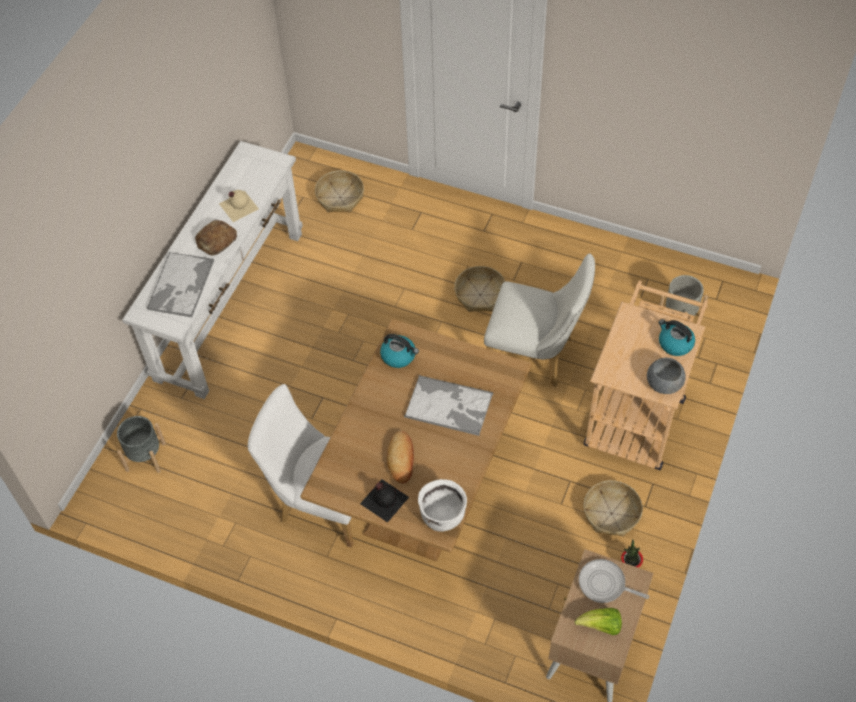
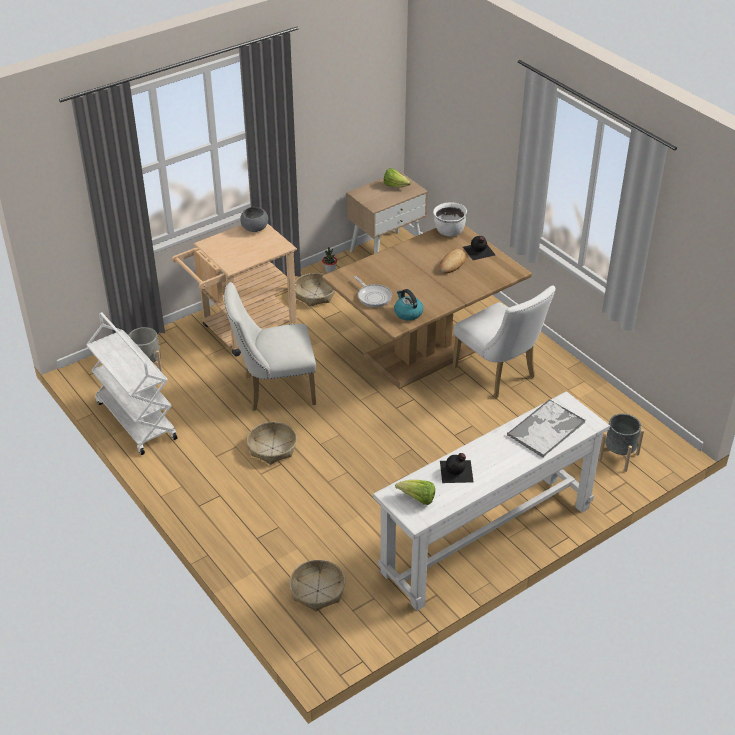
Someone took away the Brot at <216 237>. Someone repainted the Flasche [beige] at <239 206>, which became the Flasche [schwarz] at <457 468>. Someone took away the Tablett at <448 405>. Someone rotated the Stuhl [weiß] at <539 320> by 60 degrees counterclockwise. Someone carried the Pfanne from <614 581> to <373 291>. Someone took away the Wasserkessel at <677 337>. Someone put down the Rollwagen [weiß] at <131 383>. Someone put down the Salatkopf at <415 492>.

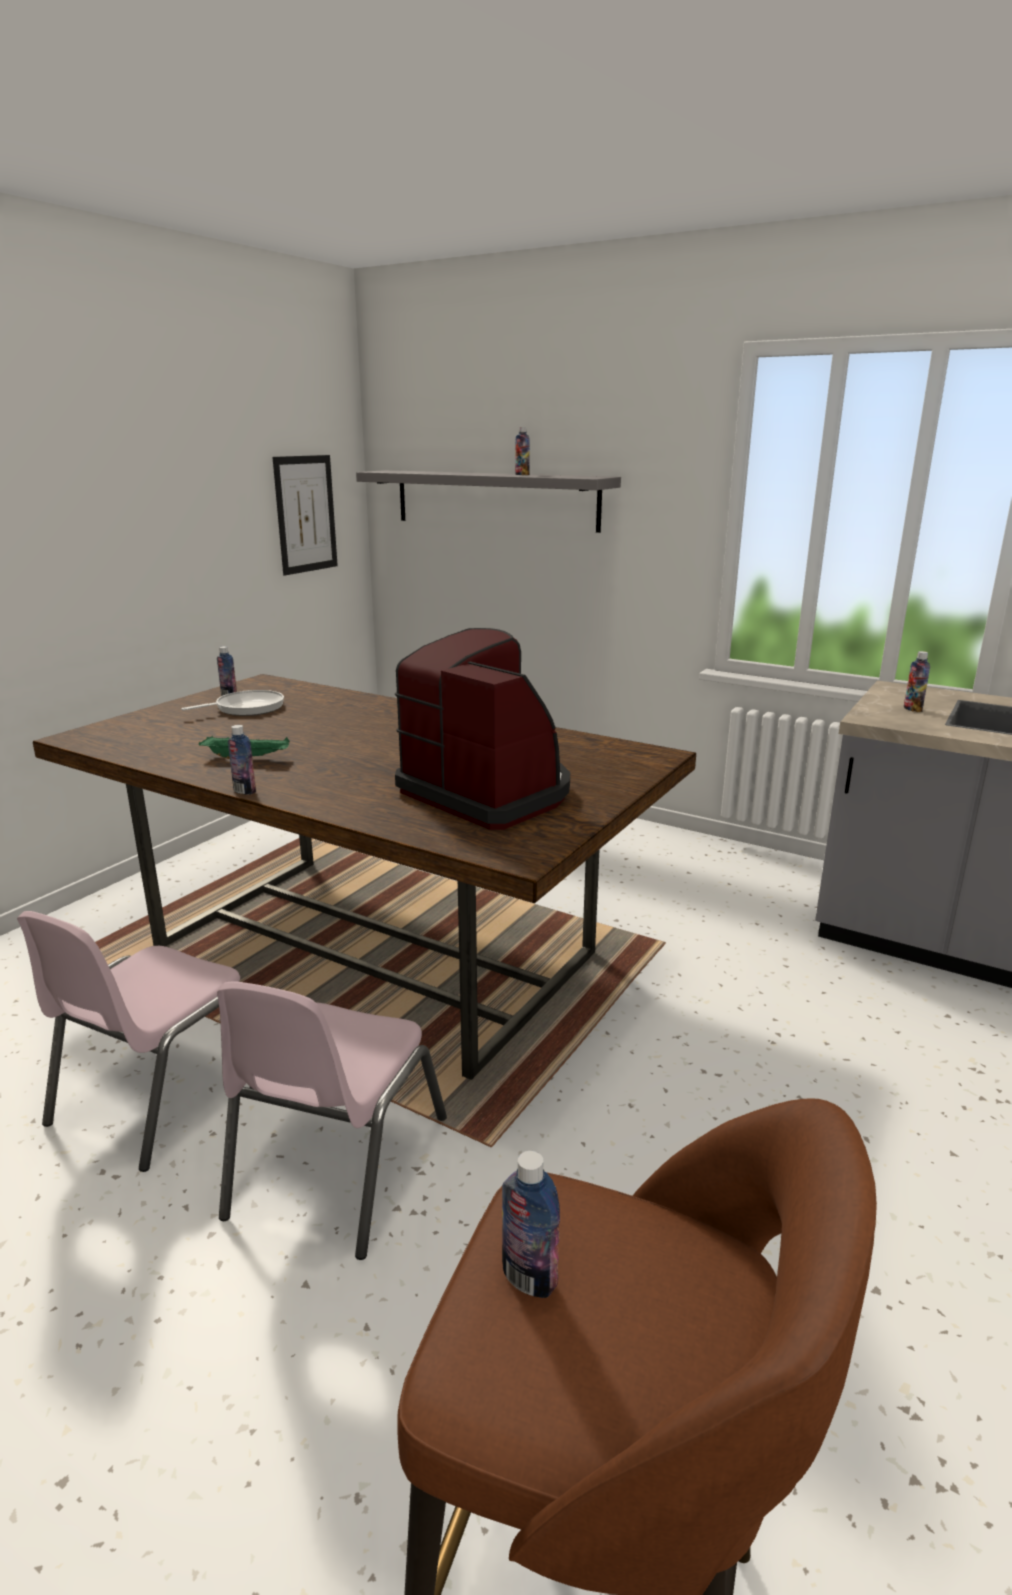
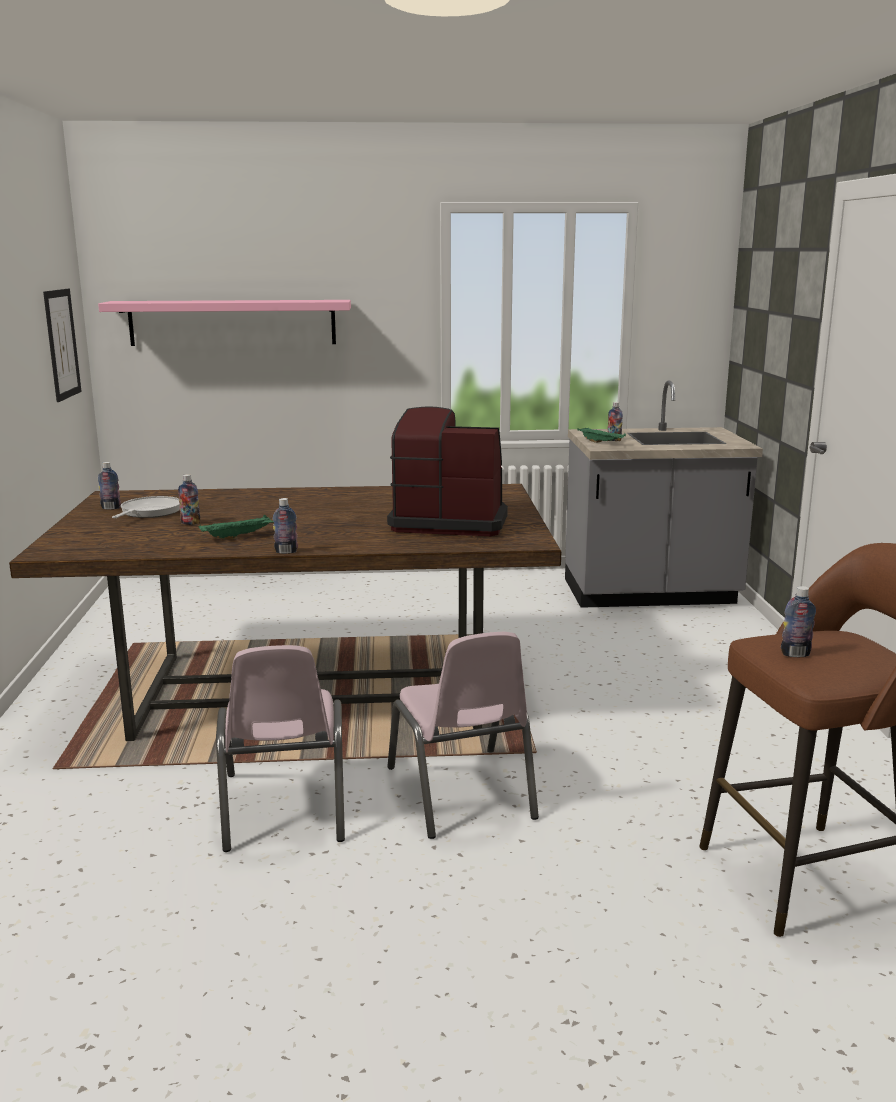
Someone repainted the Wandregal [grau] at <488 501>, which became the Wandregal [rosa] at <224 323>. Someone carried the Flasche from <522 451> to <189 499>. Someone put down the Tablett [grün] at <601 435>.

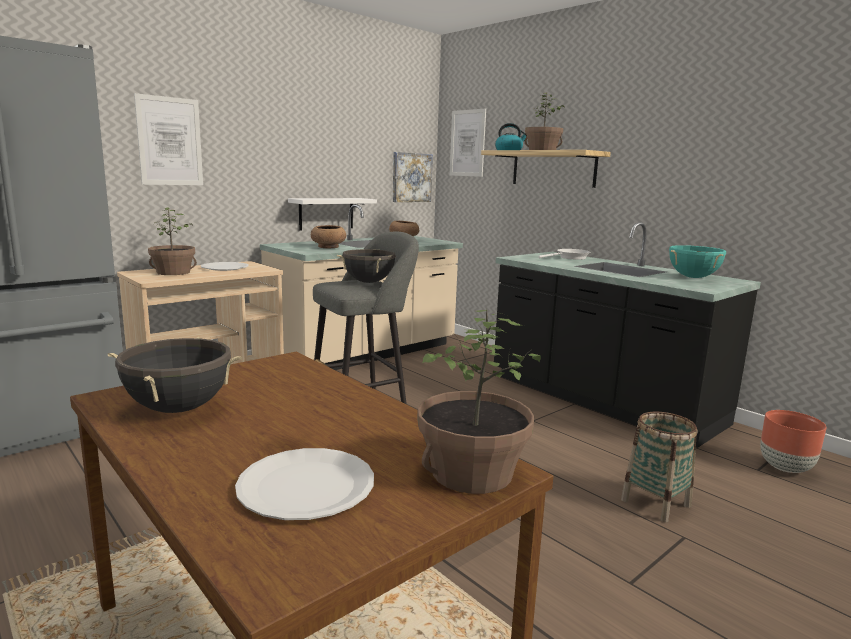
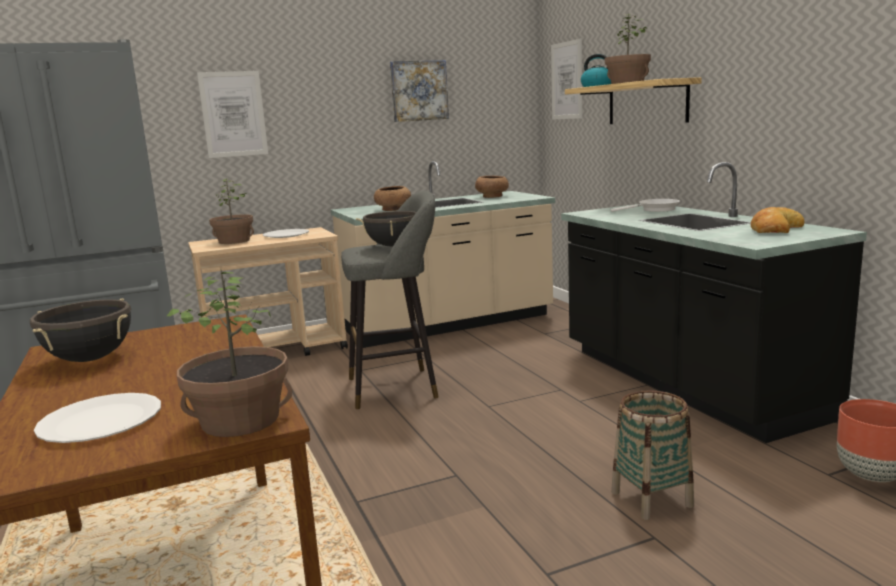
Someone took away the Wandregal [weiß] at <332 214>. Someone carried the Bild from <413 177> to <419 91>. Someone swapped the Kochtopf [türkis] at <697 261> for the Brot at <777 220>.

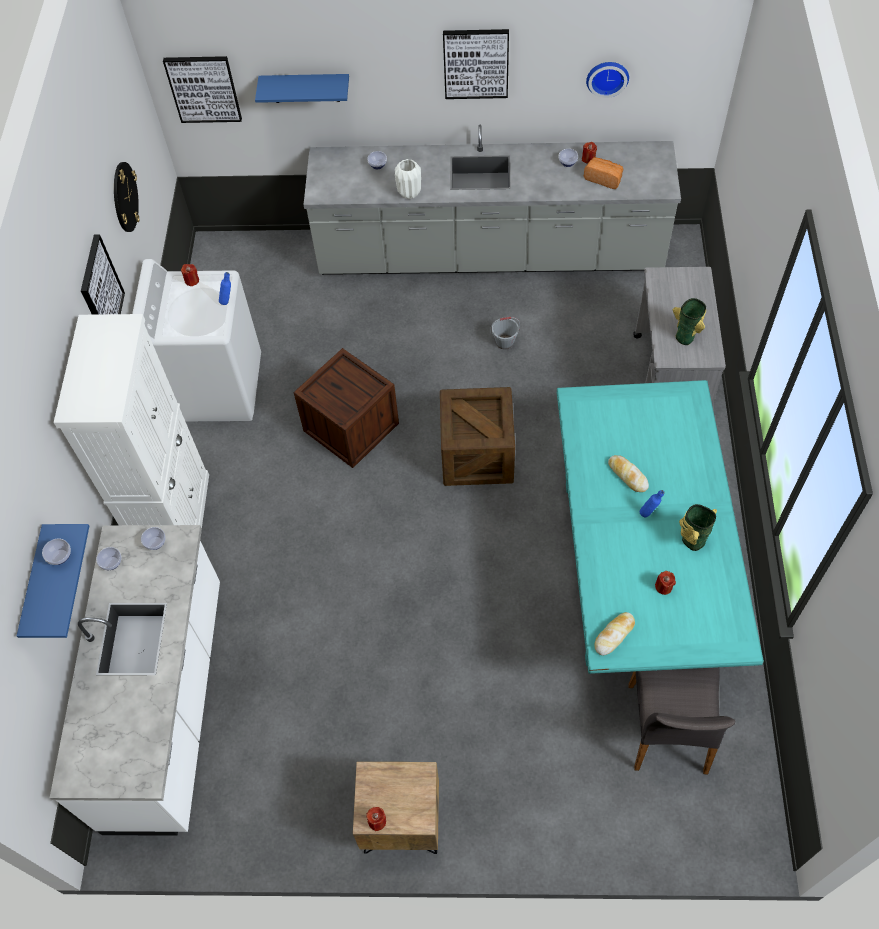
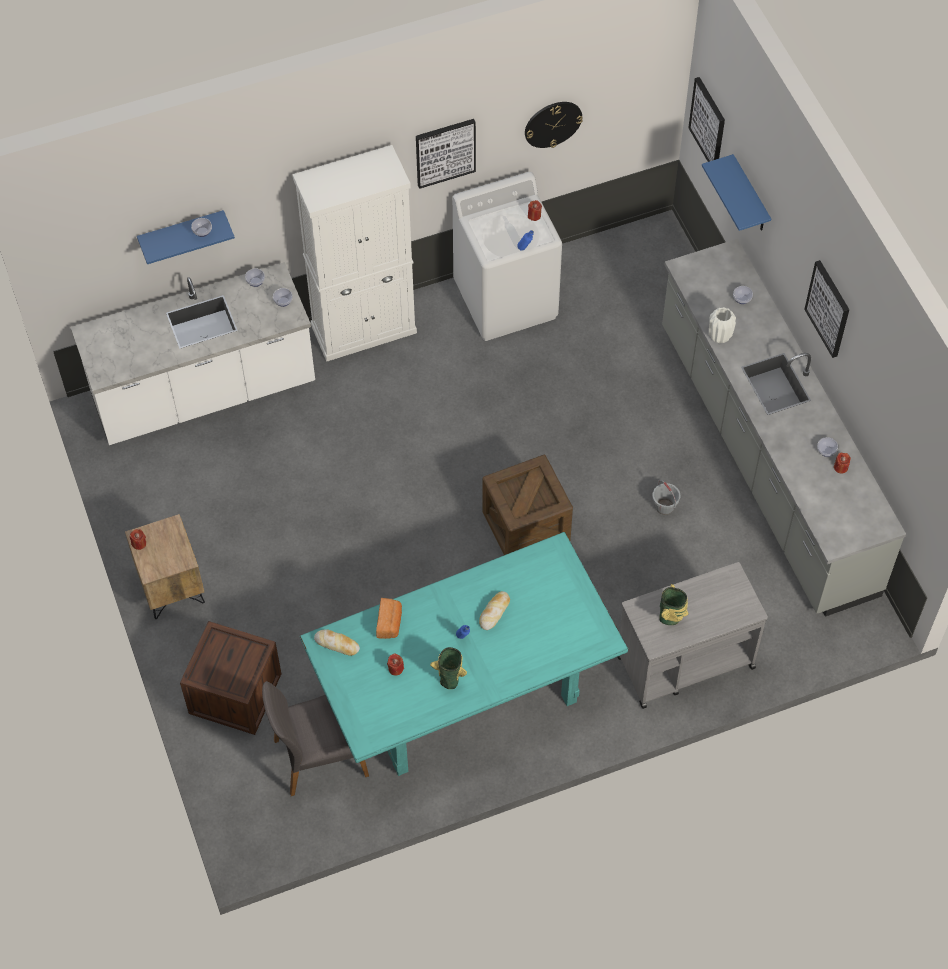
Someone carried the Kiste from <346 408> to <230 678>. Someone carried the Brot from <603 173> to <389 618>. Someone took away the Wanduhr at <607 80>.

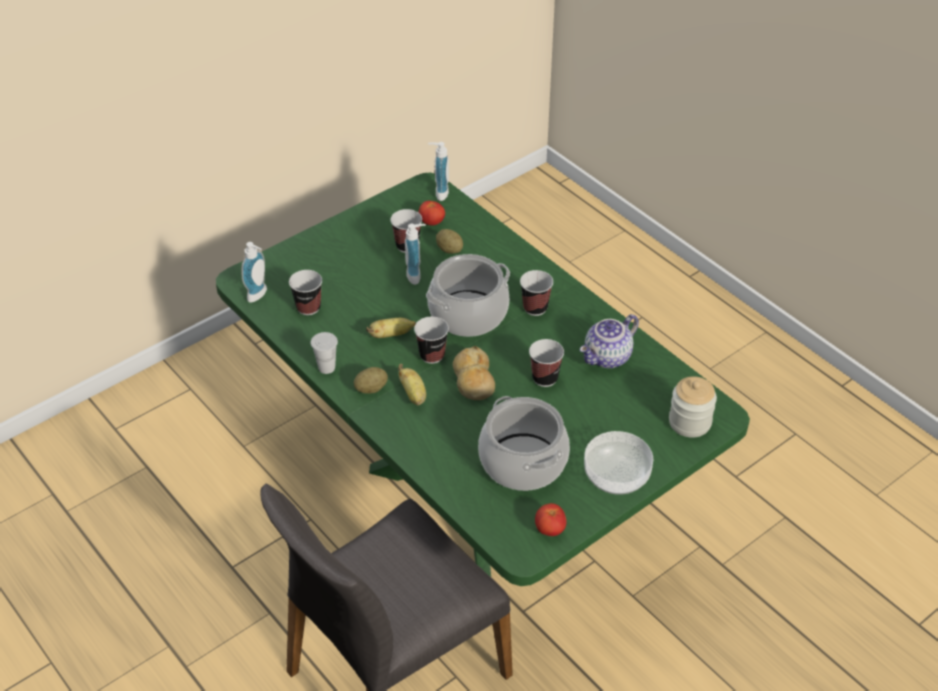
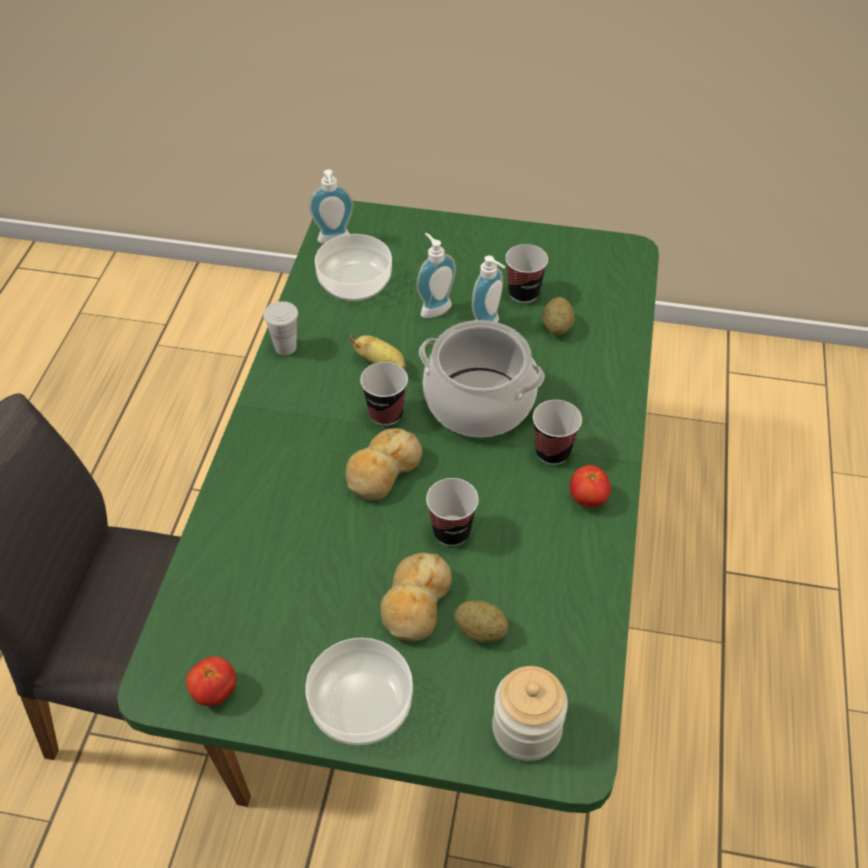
Someone swapped the Tasse at <305 292> for the Schüssel at <353 267>. Someone carried the Kartoffel from <371 380> to <481 621>. Someone took away the Banane at <412 384>. Someone carried the Tomate from <431 213> to <590 486>. Someone carried the Seifenspender from <438 171> to <436 275>. Someone took away the Kochtopf at <524 443>. Someone took away the Teekanne at <609 341>. Someone put down the Brot at <416 597>.

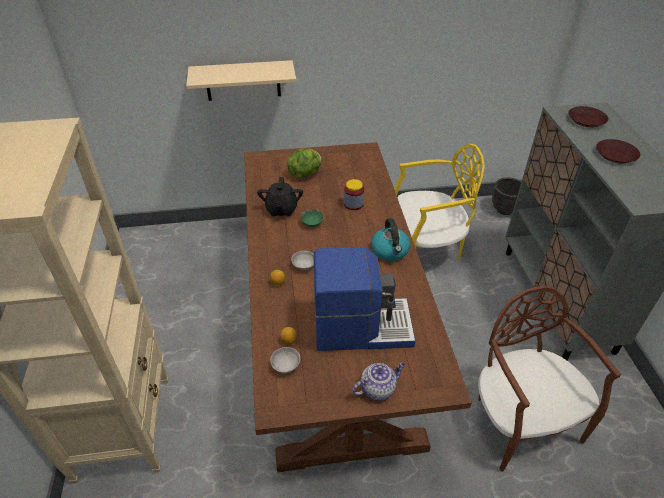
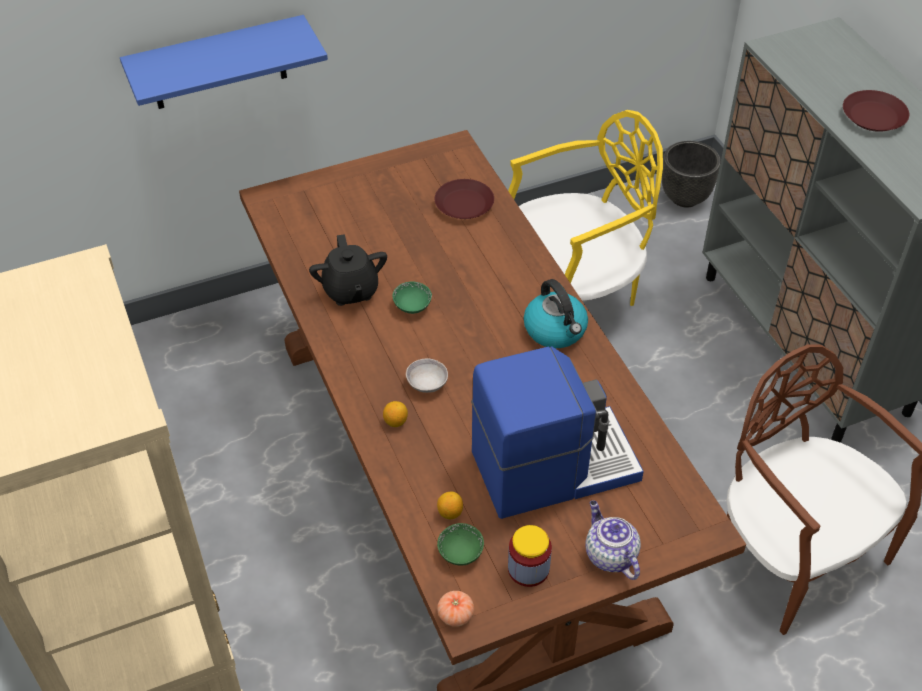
Someone repainted the Wandregal [beige] at <241 80>, which became the Wandregal [blau] at <224 62>. Someone repainted the Schüssel [grau] at <285 360>, which became the Schüssel [grün] at <460 544>. Someone took away the Salatkopf at <304 163>. Someone carried the Vorratsglas from <354 194> to <530 556>. Someone rotated the Teekanne at <379 381> by 75 degrees counterclockwise. Someone carried the Teller [braun] from <588 116> to <464 199>. Someone put down the Tomate at <455 608>.

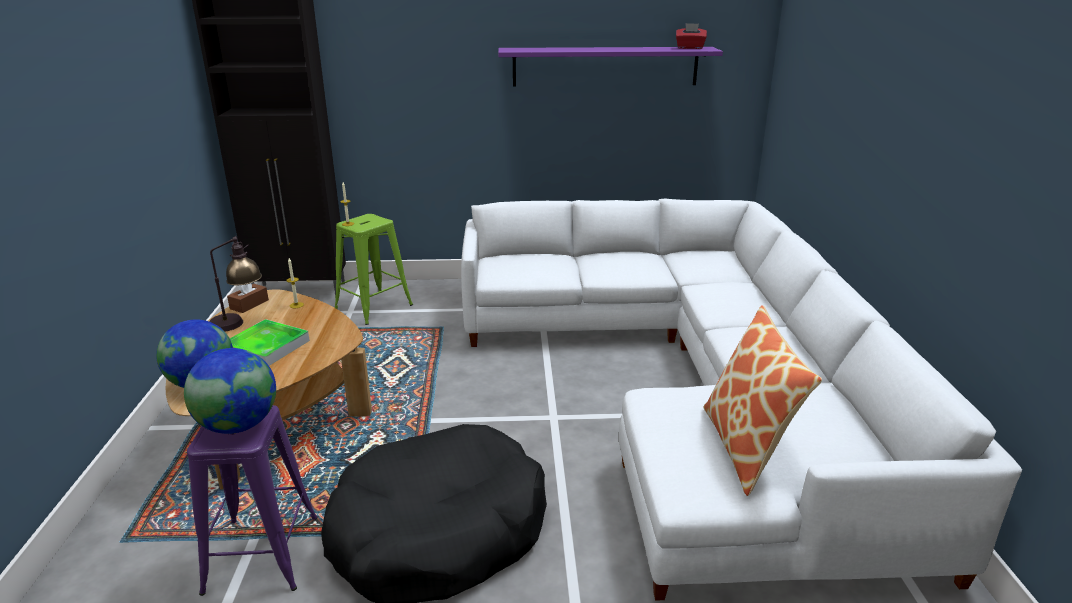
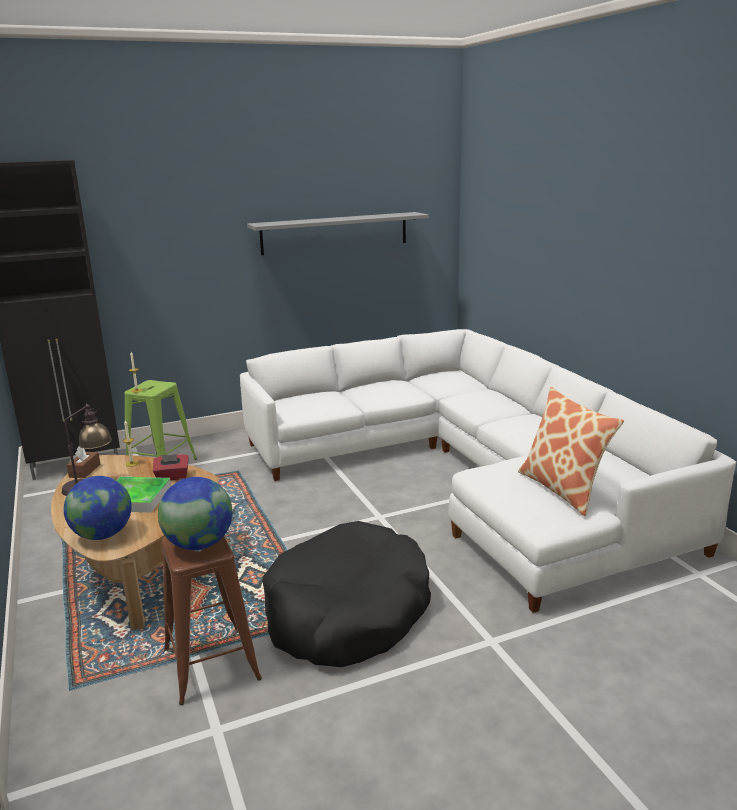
Someone repainted the Hocker [lila] at <252 500>, which became the Hocker [braun] at <212 620>. Someone repainted the Wandregal [lila] at <610 67>, which became the Wandregal [grau] at <338 233>. Someone carried the Taschentuchbox [rot] from <691 36> to <171 467>.

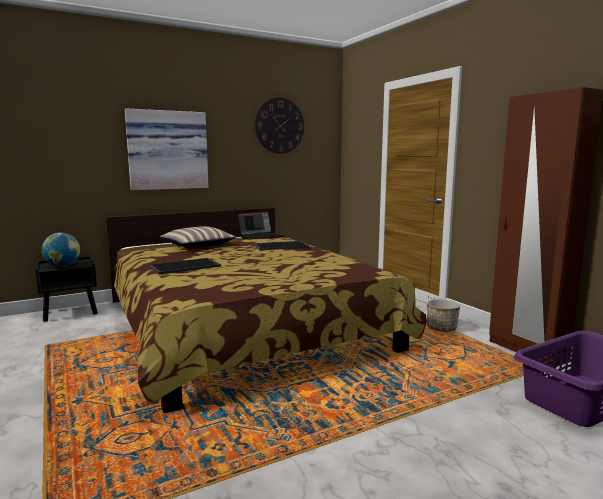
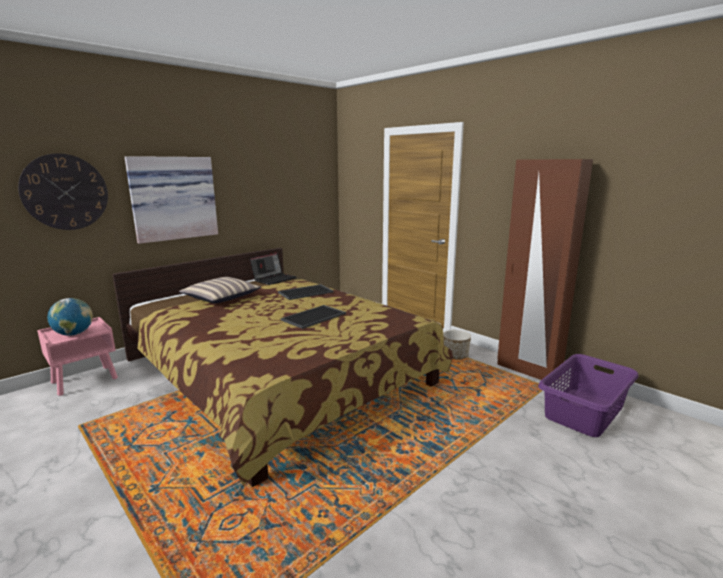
Someone repainted the Nachttisch [schwarz] at <66 289>, which became the Nachttisch [rosa] at <77 356>. Someone carried the Tablett from <185 266> to <313 317>. Someone carried the Wanduhr from <279 125> to <63 191>.

